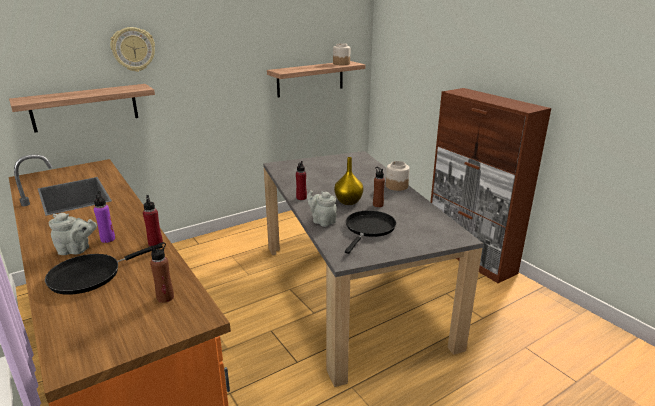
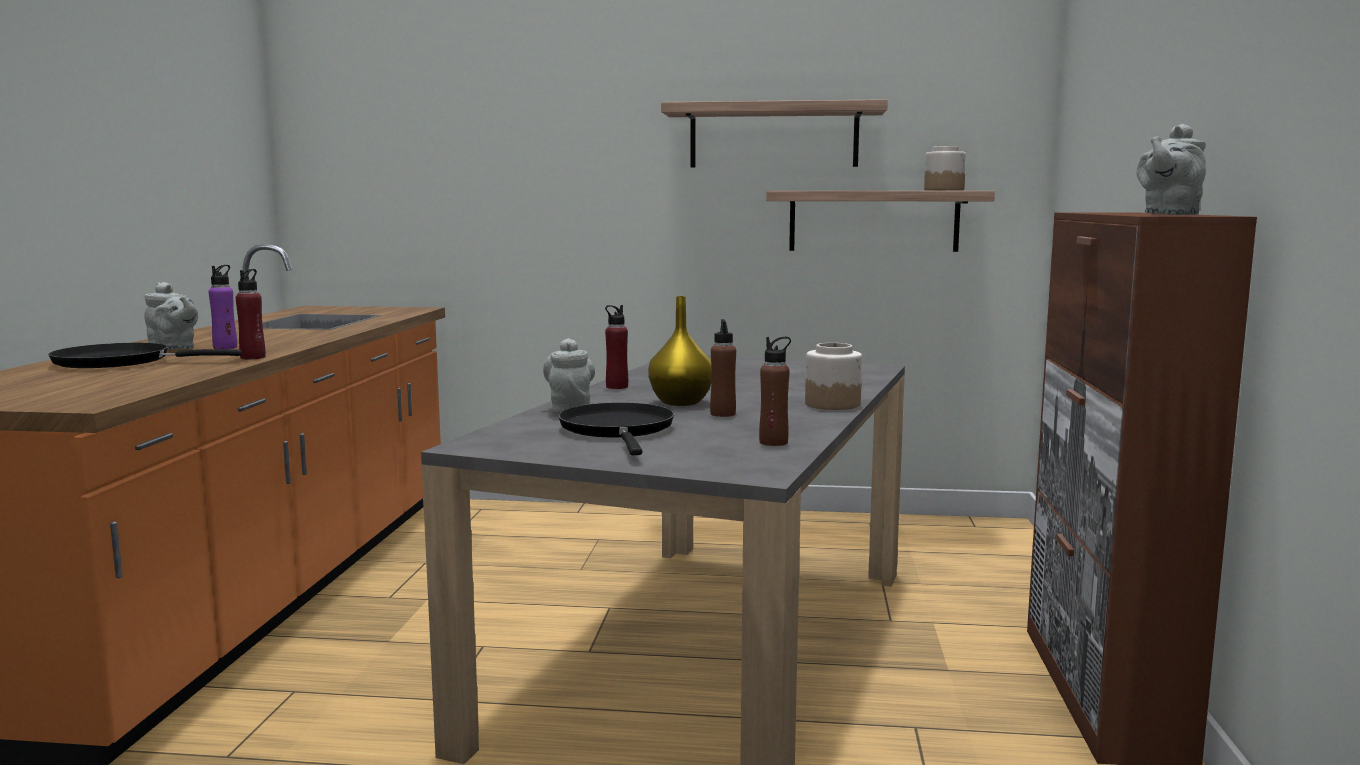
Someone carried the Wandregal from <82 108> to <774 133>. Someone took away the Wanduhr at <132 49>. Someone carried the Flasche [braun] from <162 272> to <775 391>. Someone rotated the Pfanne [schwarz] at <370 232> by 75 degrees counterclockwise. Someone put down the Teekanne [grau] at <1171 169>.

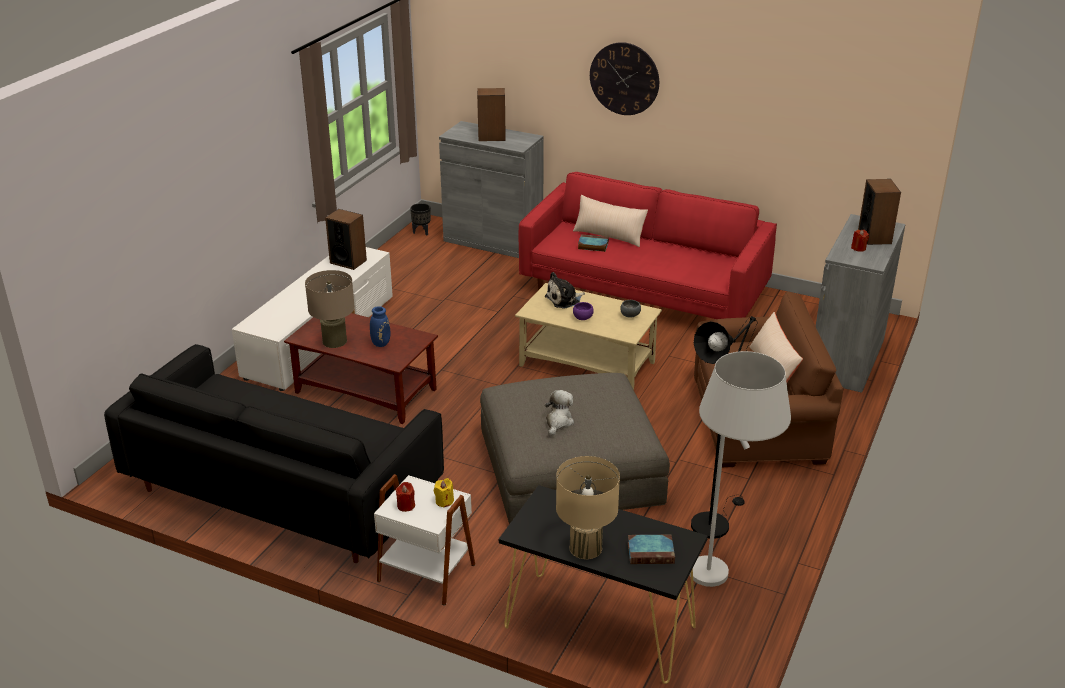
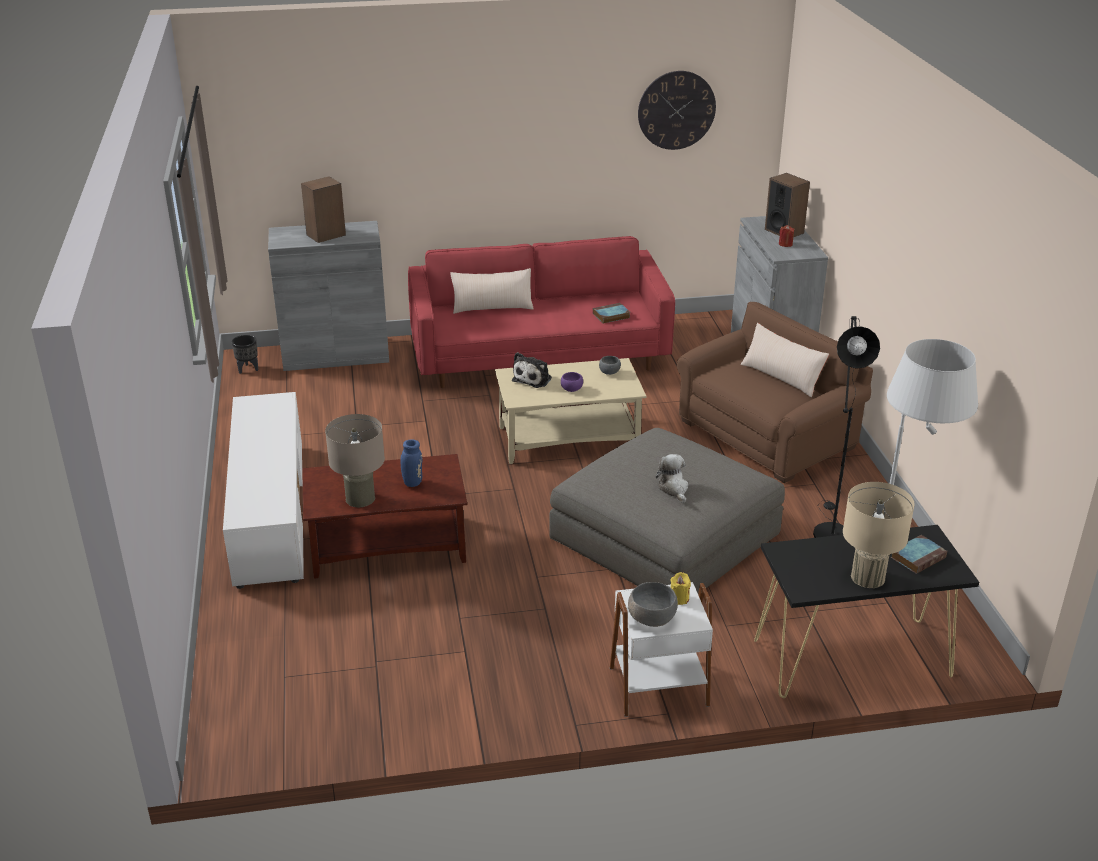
Someone took away the Sofa [schwarz] at <274 453>. Someone took away the Lautsprecher at <346 239>. Someone swapped the Kerze [rot] at <405 497> for the Schüssel [grau] at <653 604>. Someone carried the Buch from <593 243> to <611 313>. Someone carried the Wanduhr from <624 78> to <677 110>.

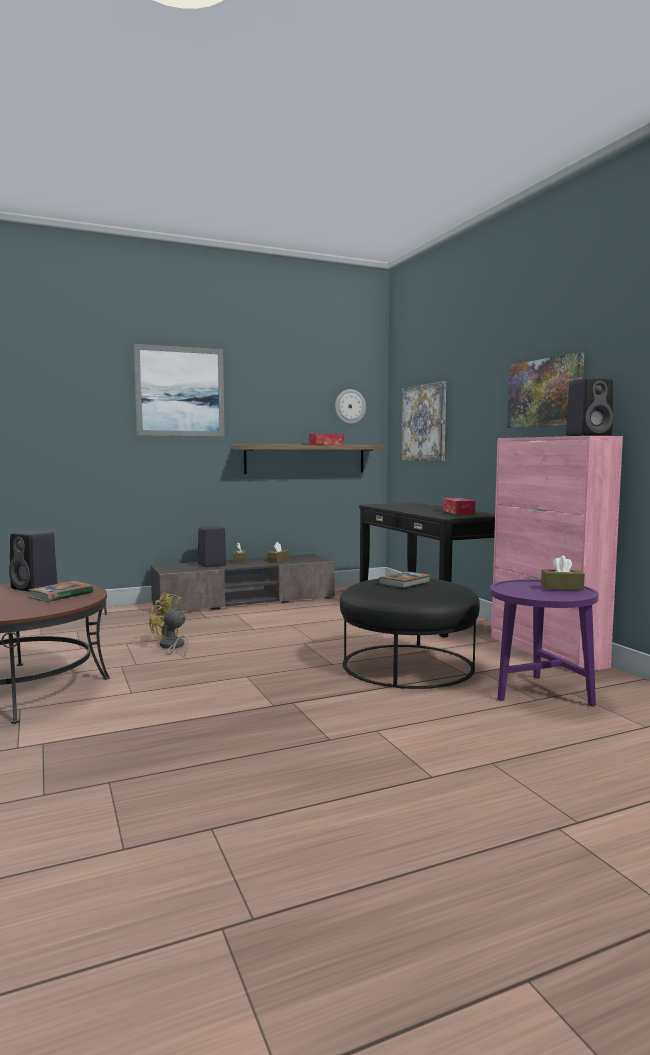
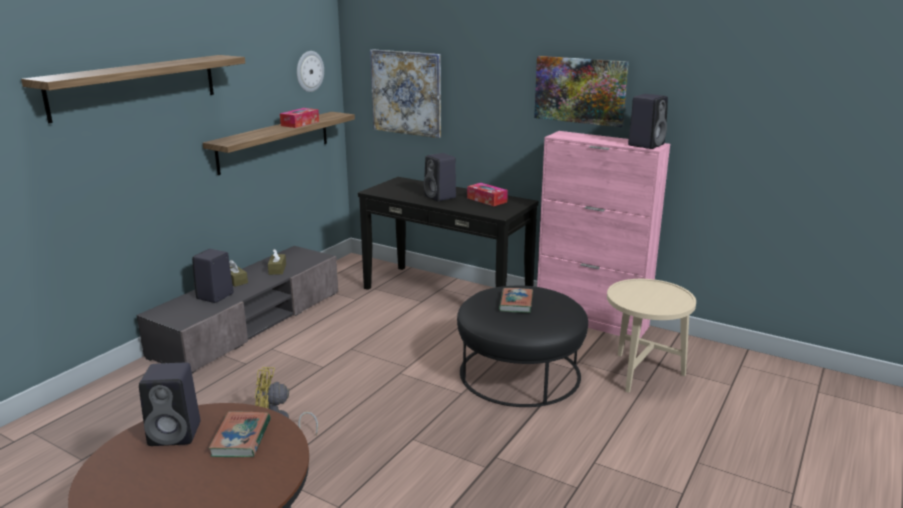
Someone swapped the Bild at <179 390> for the Wandregal at <133 89>. Someone repainted the Beistelltisch [lila] at <544 643>, which became the Beistelltisch [beige] at <651 336>. Someone took away the Taschentuchbox [braun] at <563 573>. Someone put down the Lautsprecher [schwarz] at <440 177>.

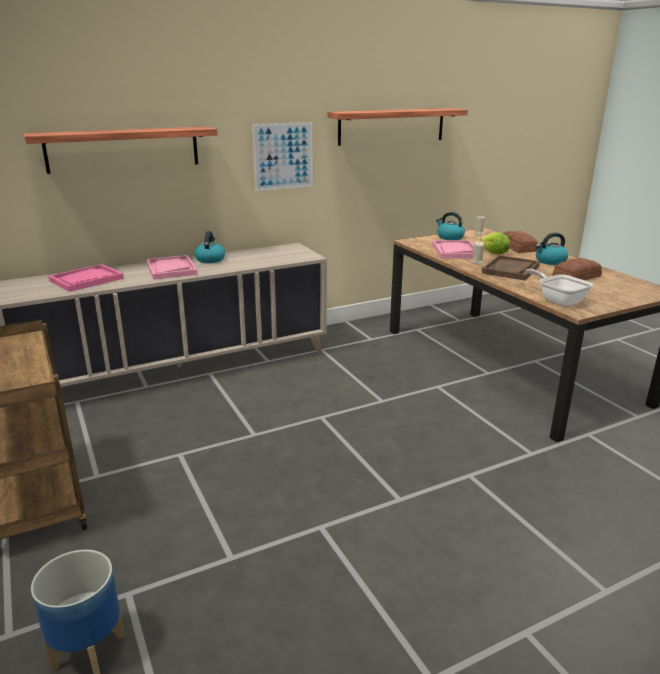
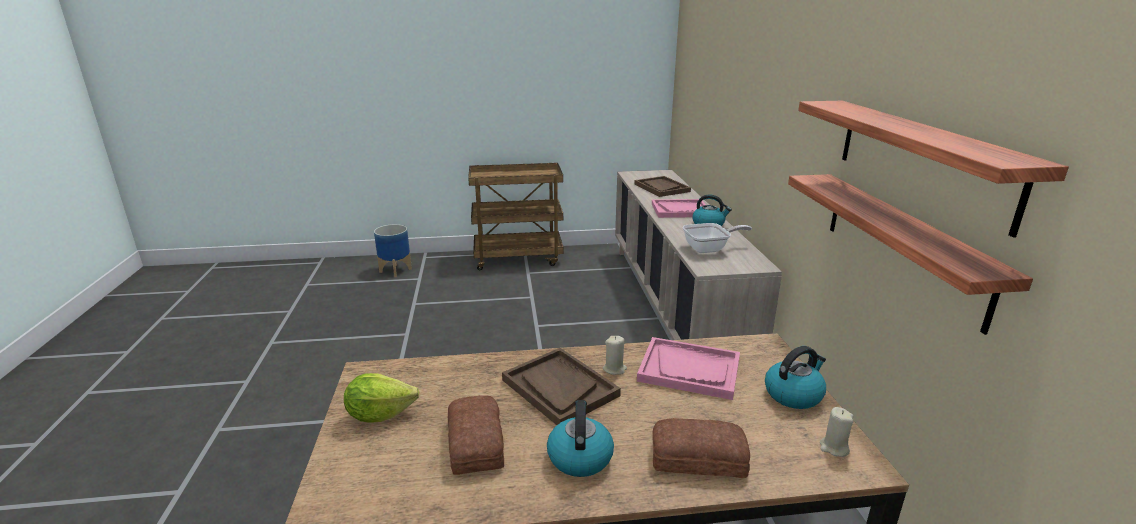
Someone carried the Wandregal from <120 150> to <910 254>. Someone repainted the Tablett [rosa] at <86 278>, which became the Tablett [braun] at <662 186>. Someone took away the Bild at <282 156>. Someone carried the Salatkopf from <495 243> to <381 398>. Someone carried the Pfanne from <559 287> to <717 238>.

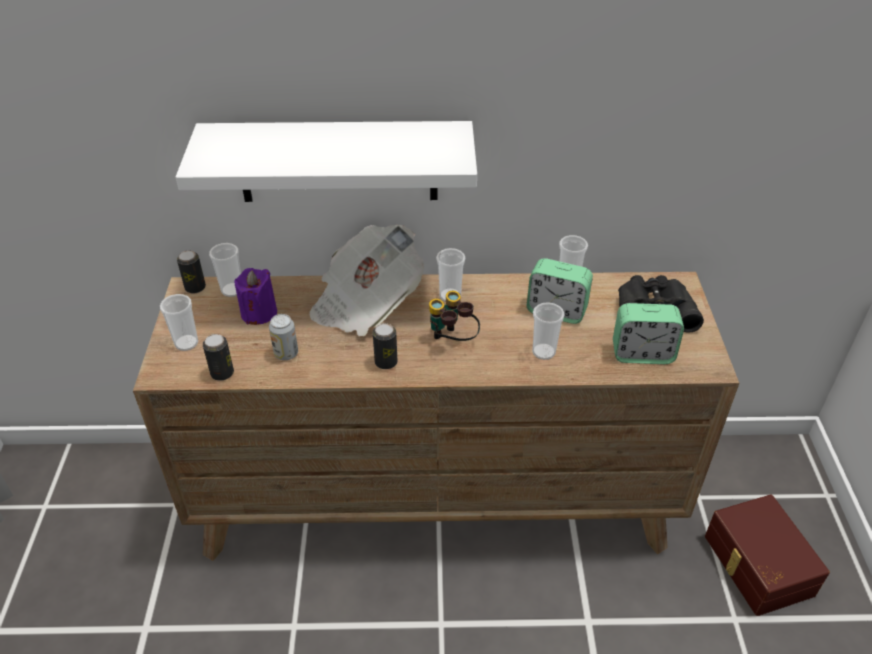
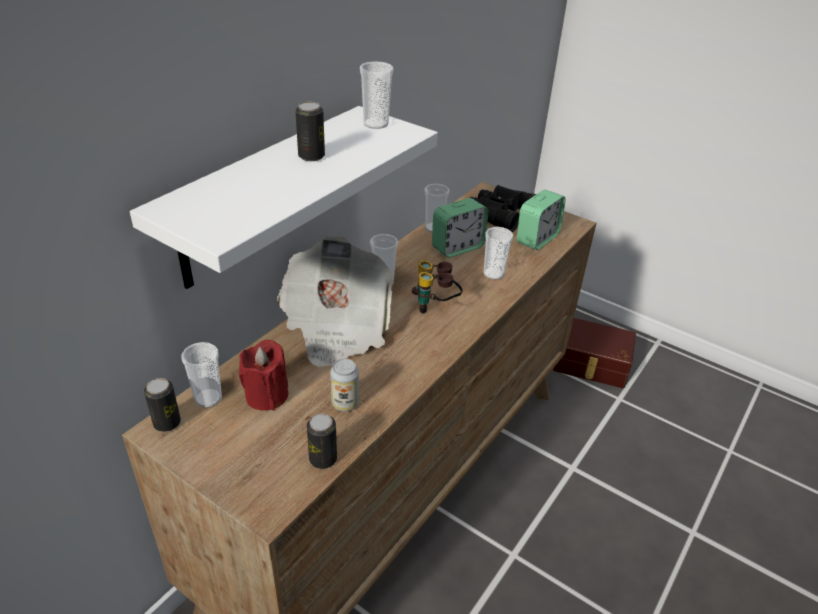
Someone carried the Tasse from <179 322> to <376 95>. Someone repainted the Kerze [lila] at <255 296>, which became the Kerze [rot] at <263 375>. Someone carried the Dose from <385 346> to <310 131>.

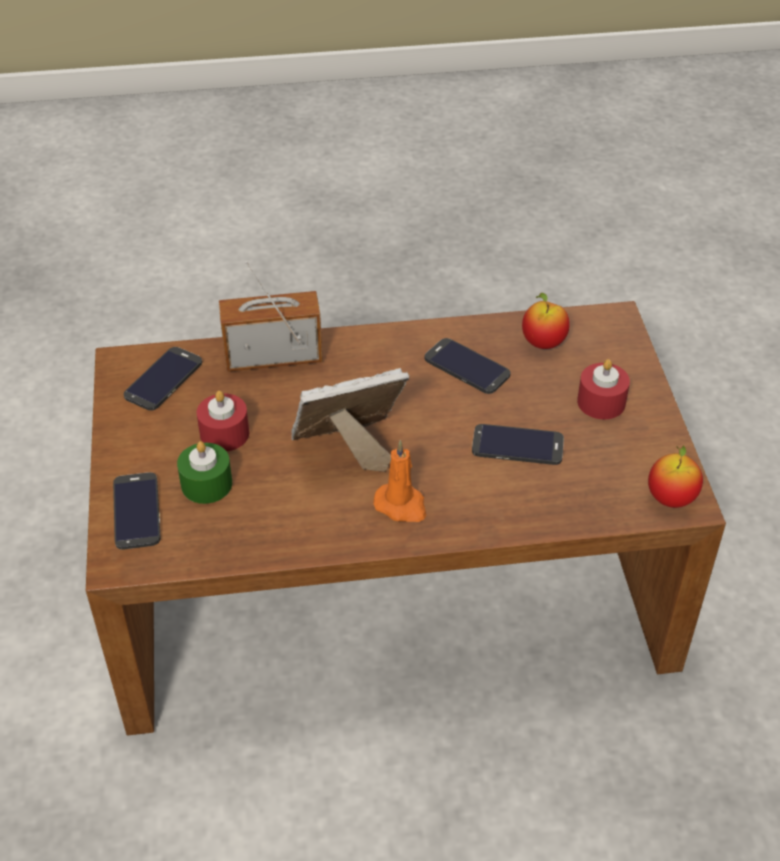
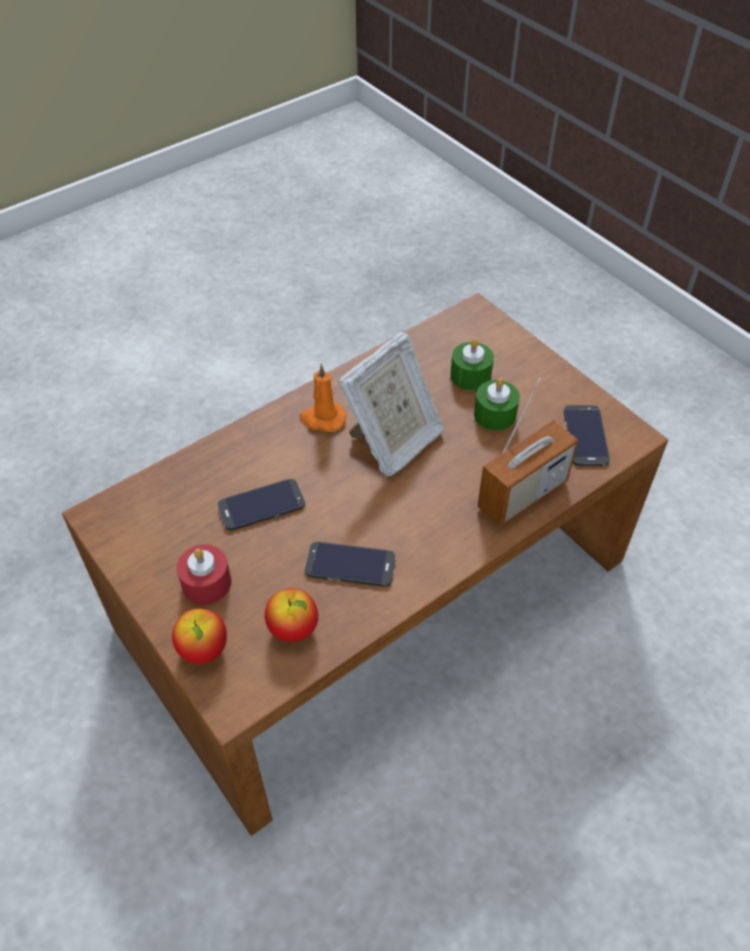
Someone took away the Handy at <137 511>. Someone repainted the Kerze [rot] at <223 421>, which became the Kerze [grün] at <497 404>. Someone carried the Apfel from <675 476> to <199 636>.

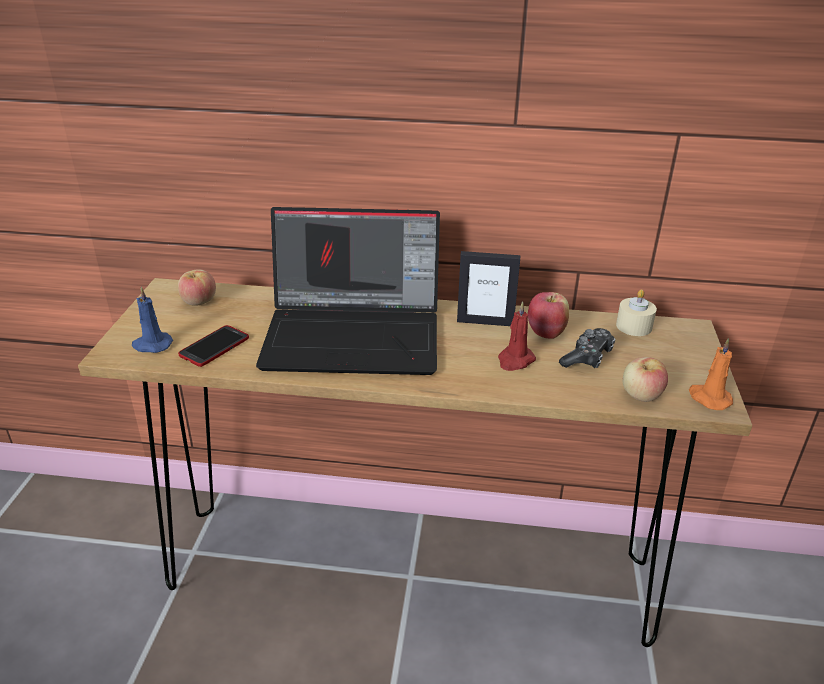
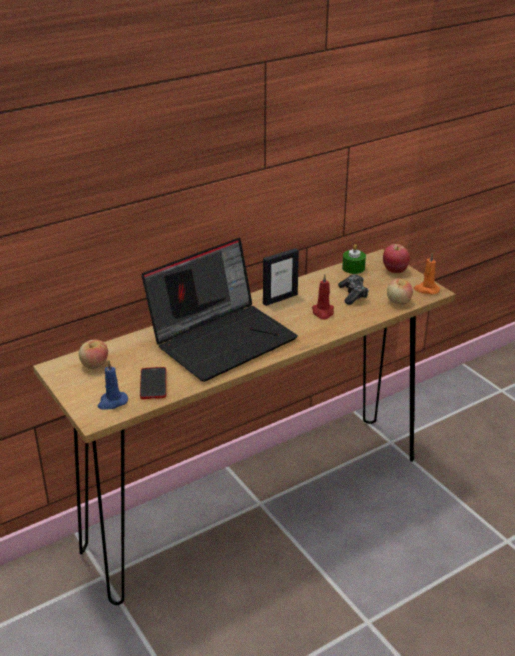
Someone carried the Apfel from <548 315> to <396 258>. Someone repainted the Kerze [beige] at <636 312>, which became the Kerze [grün] at <354 259>.

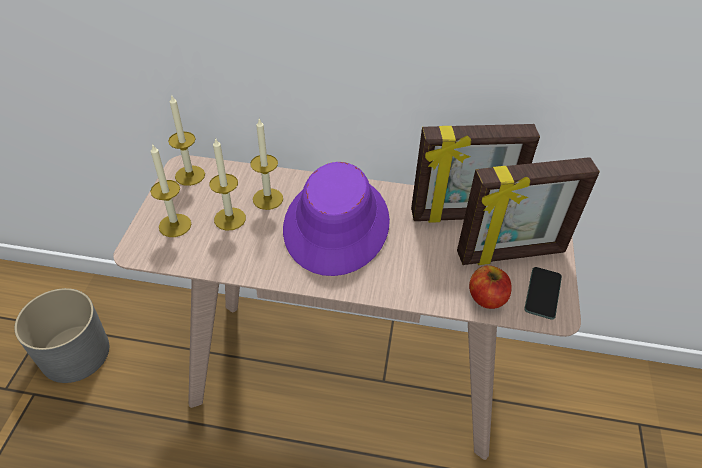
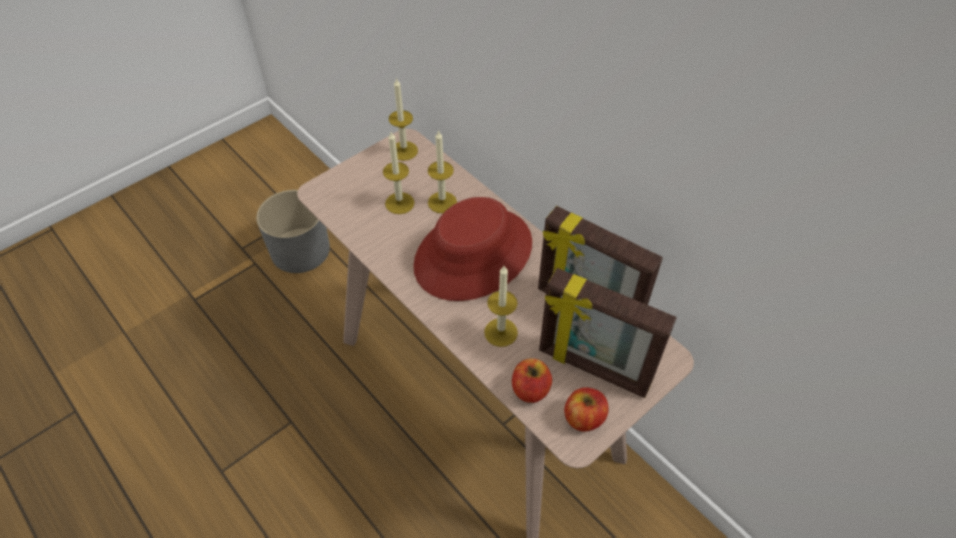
Someone carried the Kerze from <170 190> to <501 306>. Someone repainted the Hut [lila] at <336 219>, which became the Hut [rot] at <472 249>. Someone swapped the Handy at <543 293> for the Apfel at <586 410>.

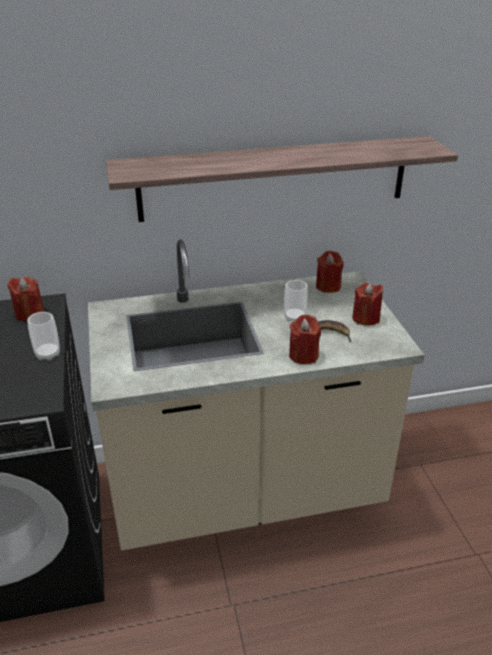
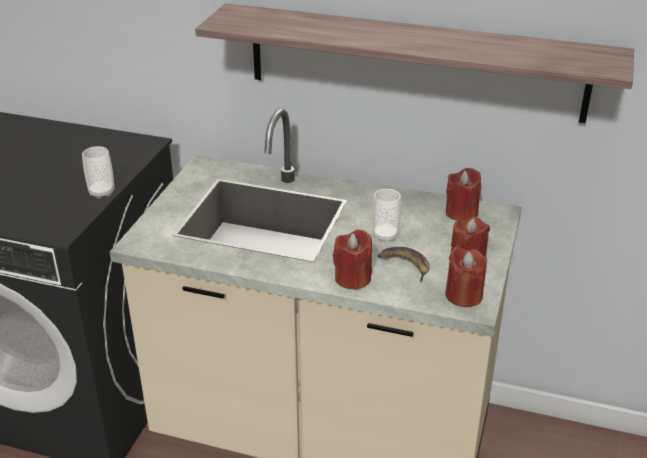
Someone carried the Kerze [rot] from <26 299> to <466 277>.

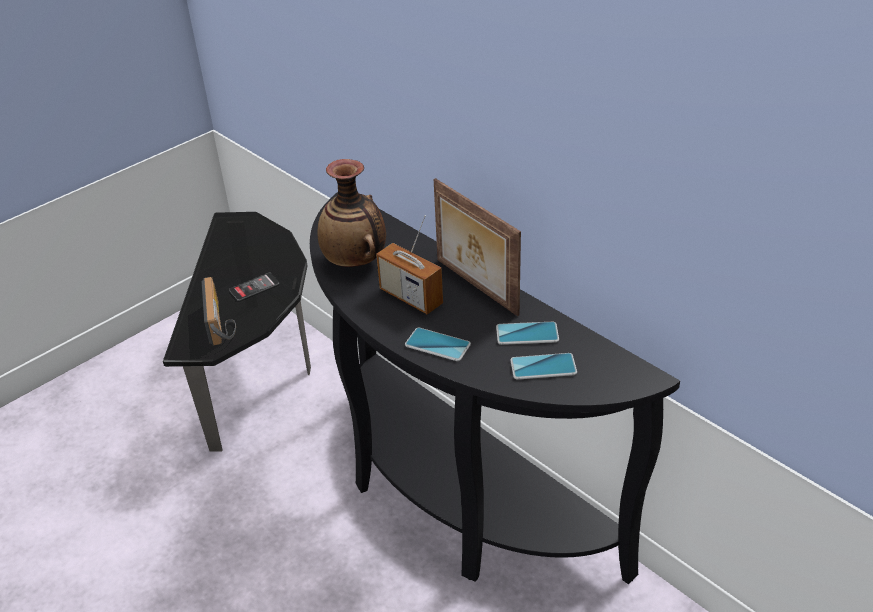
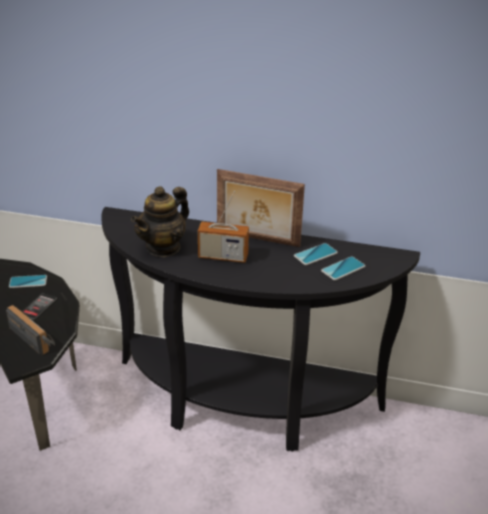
Someone swapped the Vase at <352 213> for the Teekanne at <160 221>. Someone carried the Handy from <438 344> to <28 281>.

